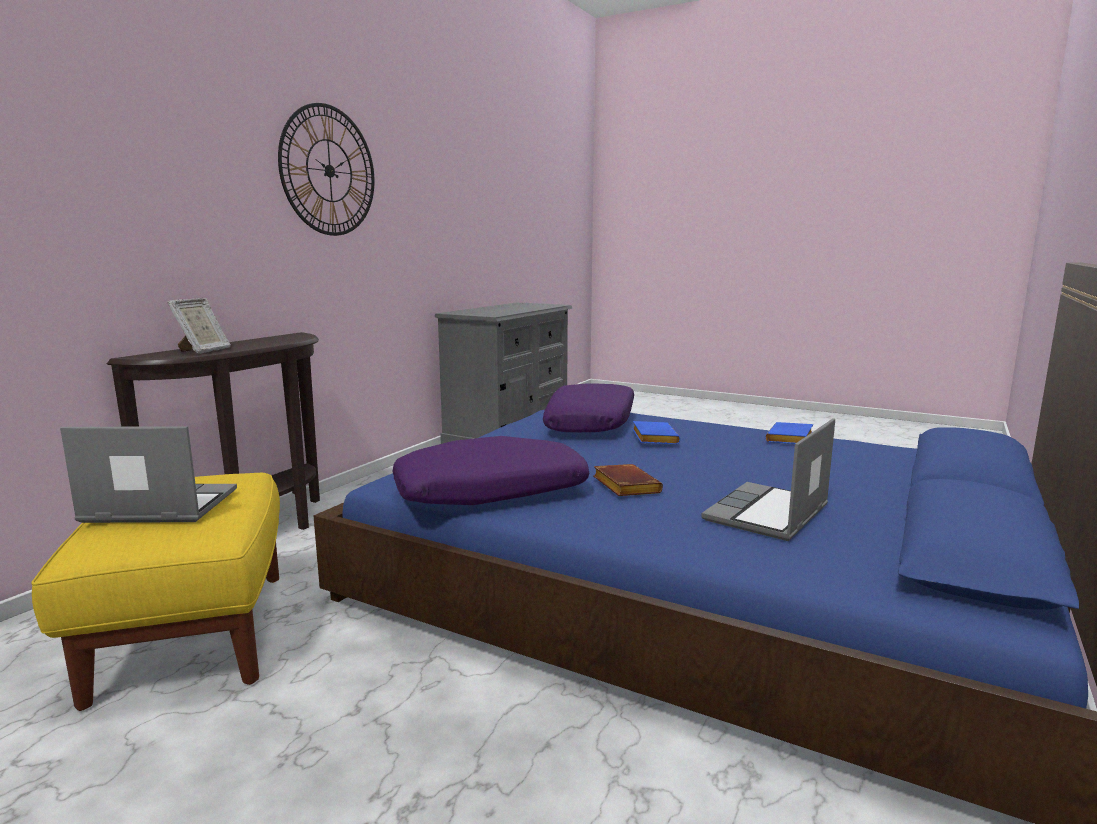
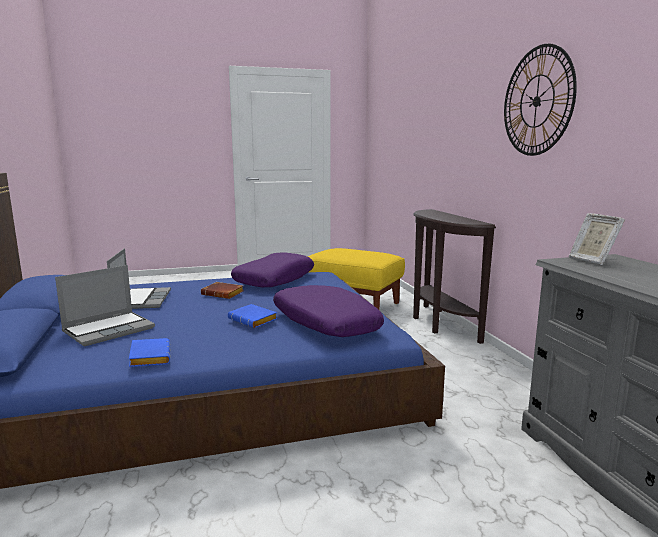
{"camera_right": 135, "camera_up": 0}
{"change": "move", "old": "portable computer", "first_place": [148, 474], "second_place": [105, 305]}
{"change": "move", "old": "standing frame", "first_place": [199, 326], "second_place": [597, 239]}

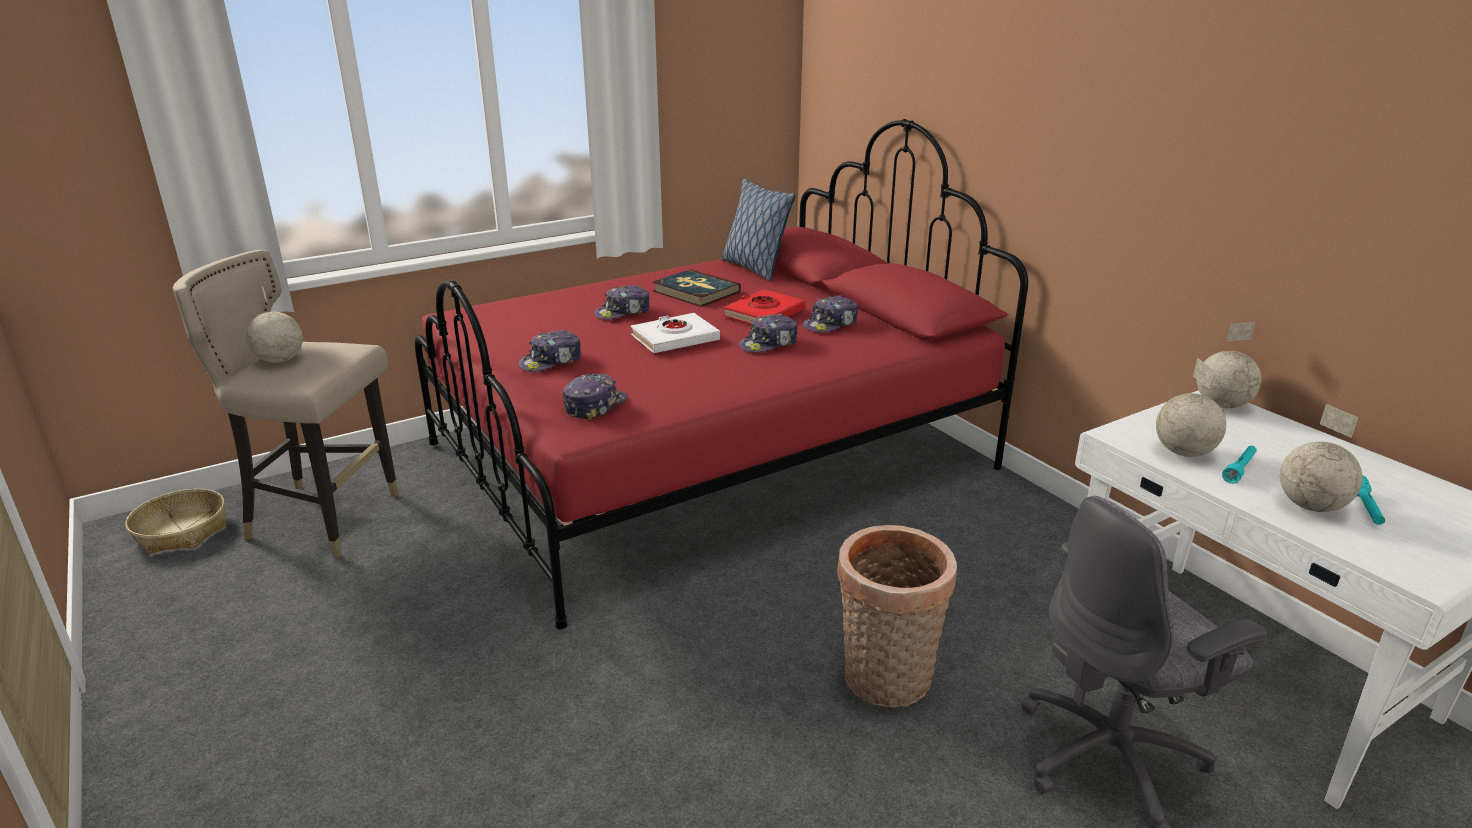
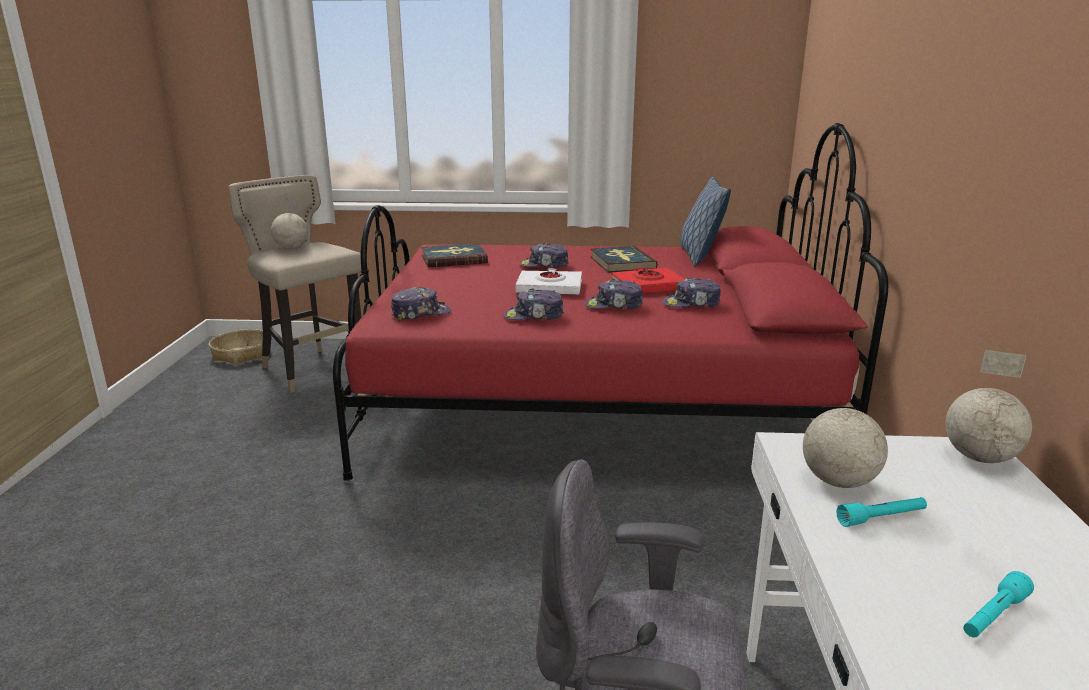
{"camera_right": 35, "camera_up": -5}
{"change": "move", "old": "baseball cap", "first_place": [549, 351], "second_place": [534, 304]}
{"change": "delete", "old": "household basket", "first_place": [897, 616]}
{"change": "delete", "old": "desk globe", "first_place": [1321, 458]}
{"change": "insert", "new": "bound book", "second_place": [454, 255]}

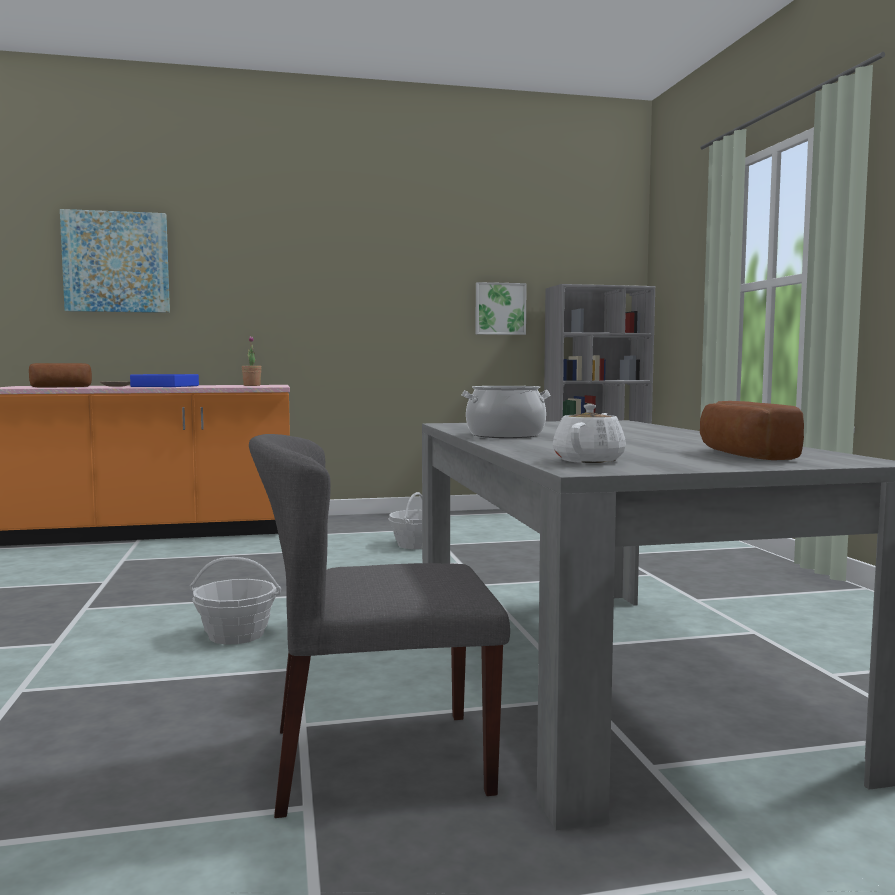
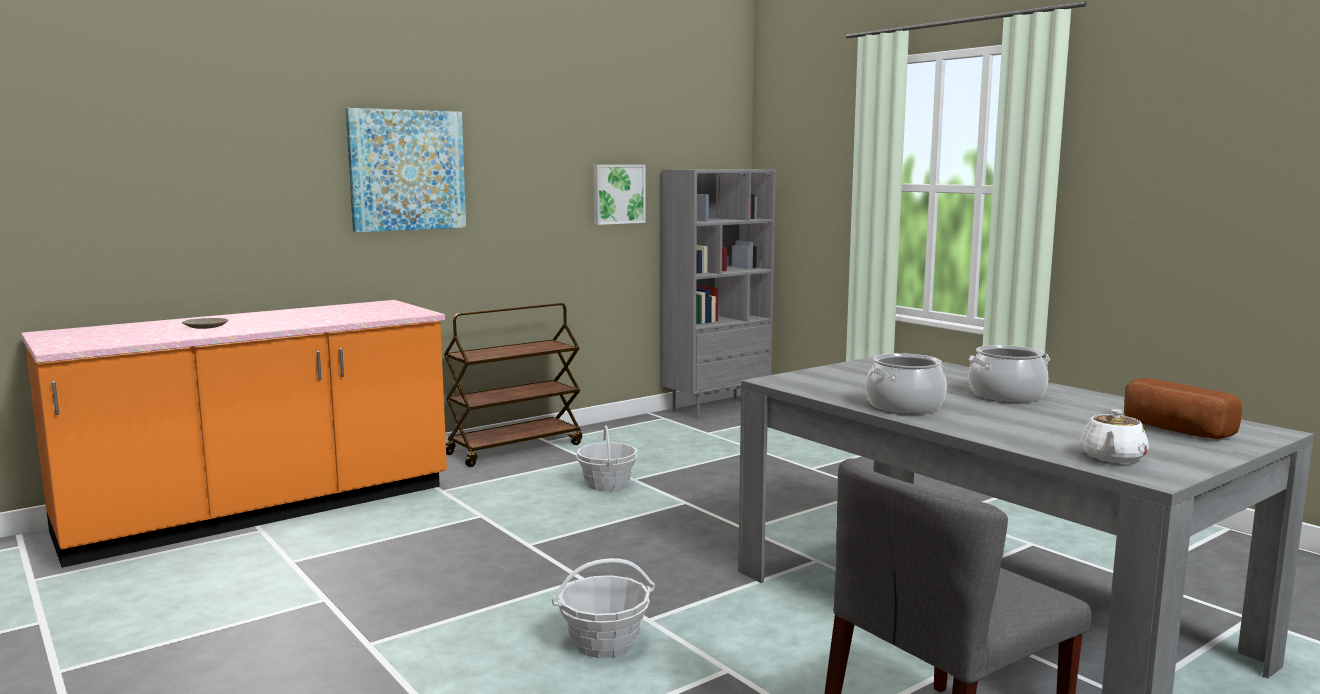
{"camera_right": -25, "camera_up": 5}
{"change": "delete", "old": "bakery bread", "first_place": [60, 375]}
{"change": "move", "old": "wall art", "first_place": [115, 261], "second_place": [406, 170]}
{"change": "delete", "old": "blue serving tray", "first_place": [164, 380]}
{"change": "delete", "old": "potted plant", "first_place": [251, 361]}
{"change": "rotate", "old": "white-coloured teapot", "first_place": [589, 433], "second_place": [1114, 436], "degrees": -150}
{"change": "insert", "new": "brownish trolley", "second_place": [513, 385]}
{"change": "insert", "new": "cooking pot", "second_place": [1009, 374]}

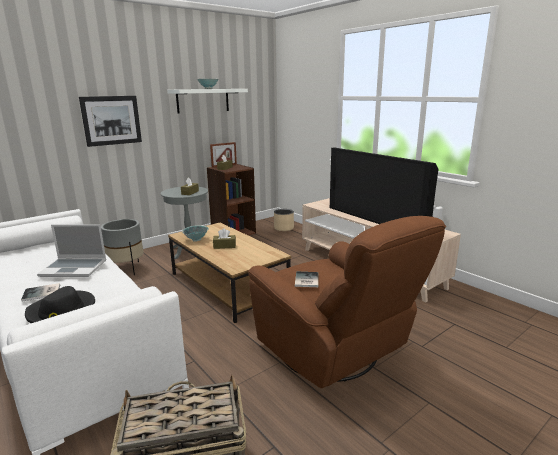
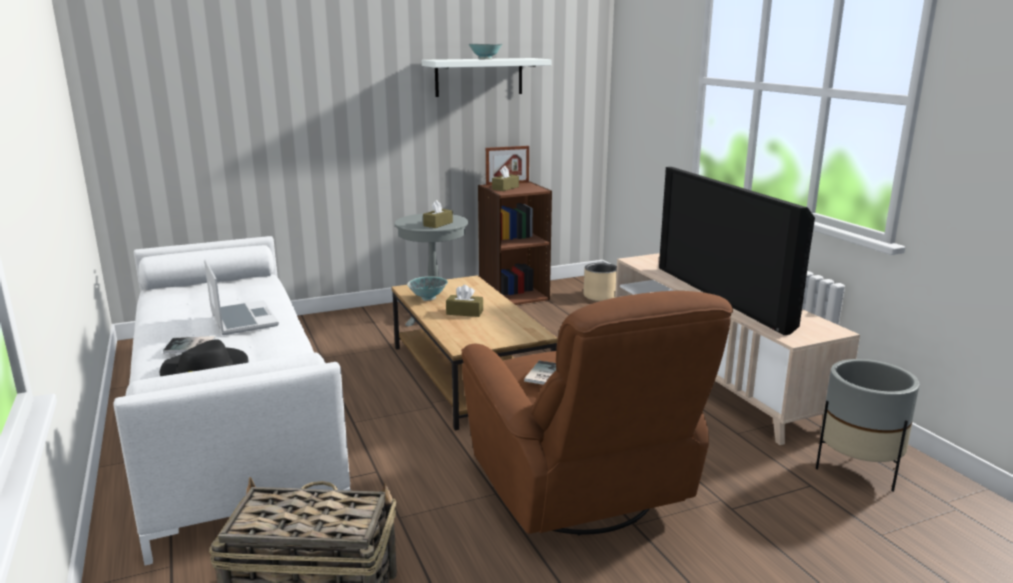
{"camera_right": 15, "camera_up": 0}
{"change": "rotate", "old": "portable computer", "first_place": [72, 251], "second_place": [241, 297], "degrees": -135}
{"change": "delete", "old": "wall art", "first_place": [110, 121]}
{"change": "move", "old": "gray plant pot", "first_place": [122, 247], "second_place": [868, 425]}

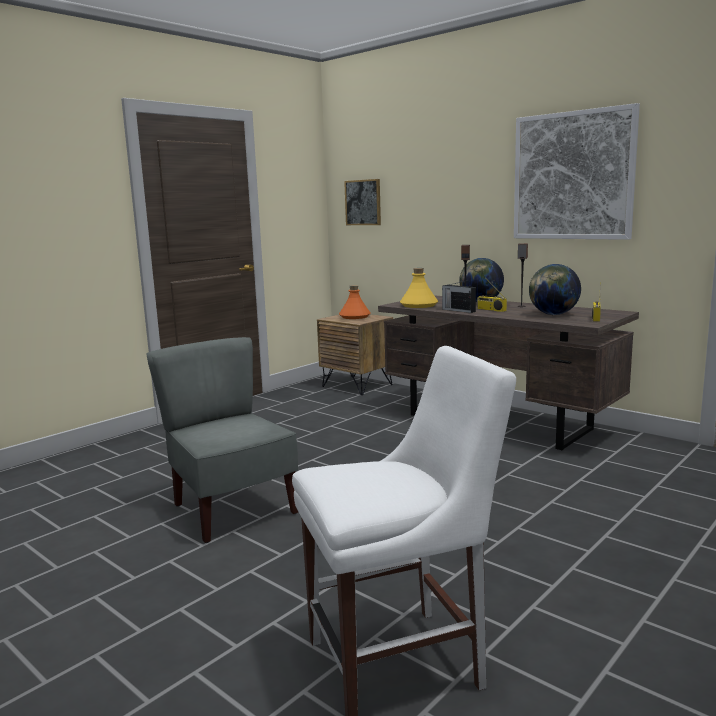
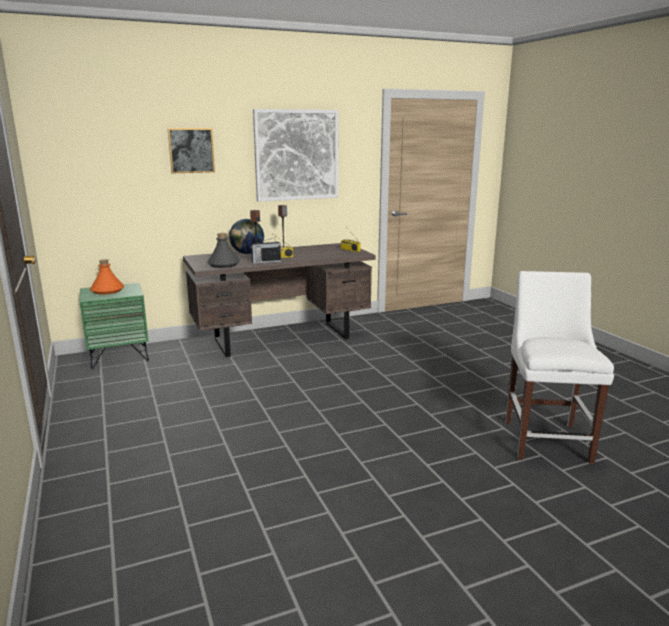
{"camera_right": -65, "camera_up": 5}
{"change": "delete", "old": "gray plain chair", "first_place": [222, 440]}
{"change": "recolor", "old": "brownish night table", "new": "green-coloured night table", "first_place": [355, 354], "second_place": [114, 326]}
{"change": "move", "old": "wall art", "first_place": [362, 202], "second_place": [191, 151]}
{"change": "recolor", "old": "yellow-coloured bottle", "new": "gray bottle", "first_place": [419, 288], "second_place": [223, 250]}
{"change": "delete", "old": "desk globe", "first_place": [555, 289]}

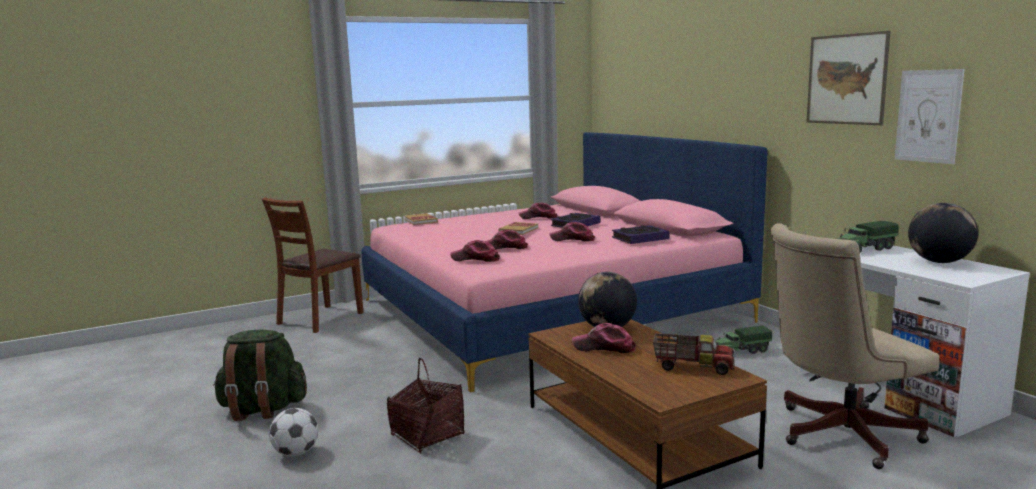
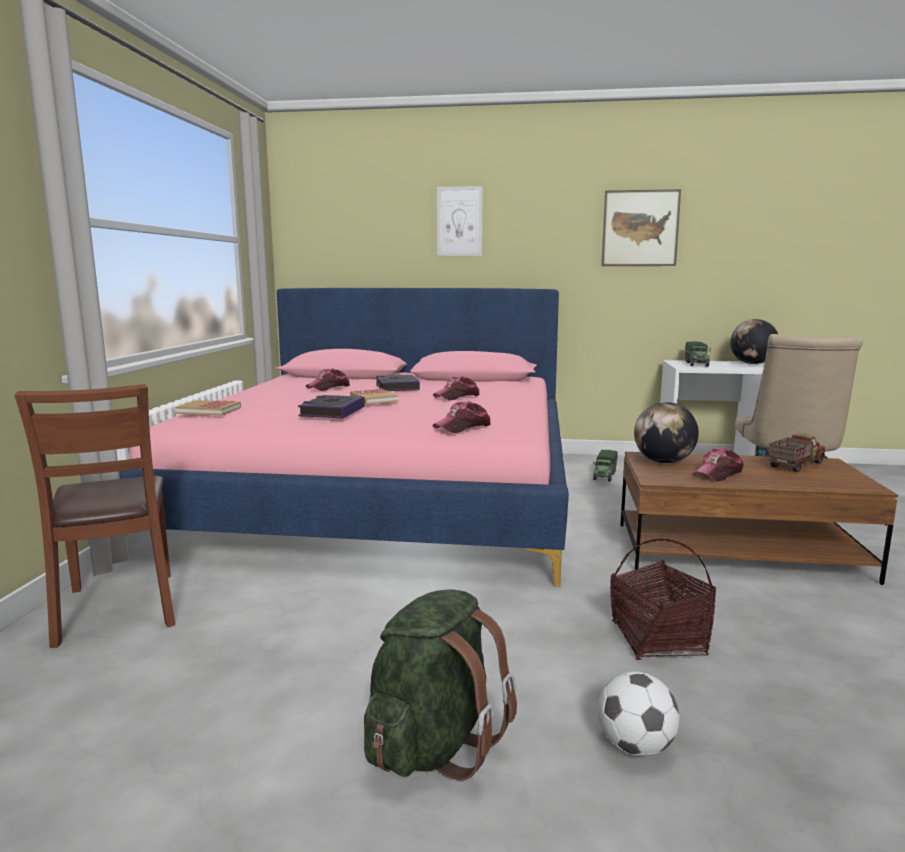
{"camera_right": -55, "camera_up": 0}
{"change": "delete", "old": "baseball cap", "first_place": [507, 240]}
{"change": "move", "old": "bound book", "first_place": [641, 234], "second_place": [331, 406]}
{"change": "move", "old": "wall art", "first_place": [930, 116], "second_place": [460, 221]}

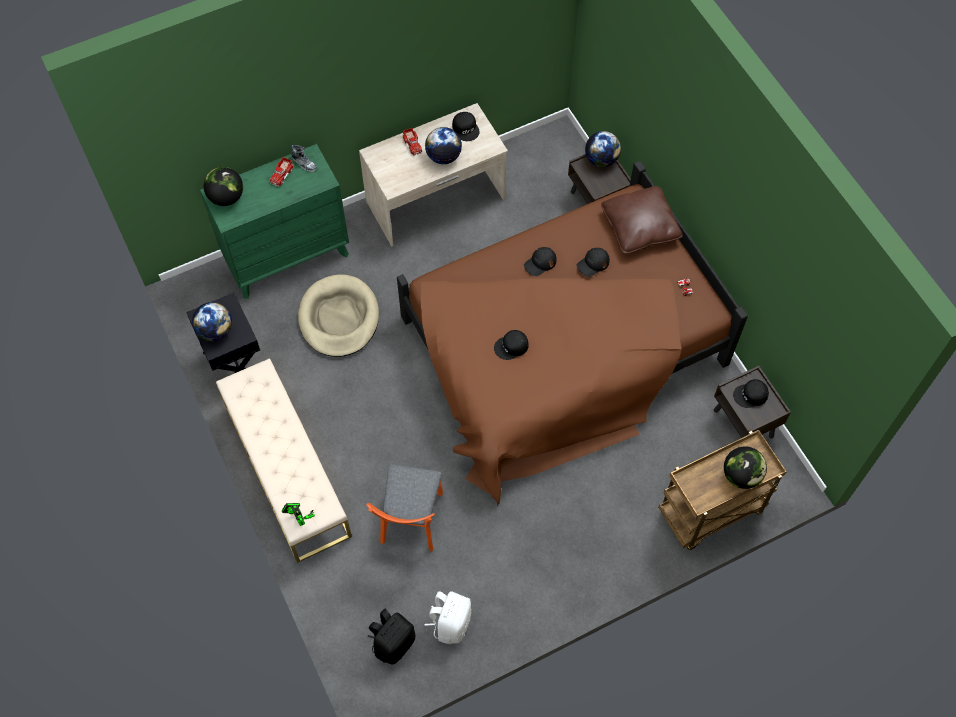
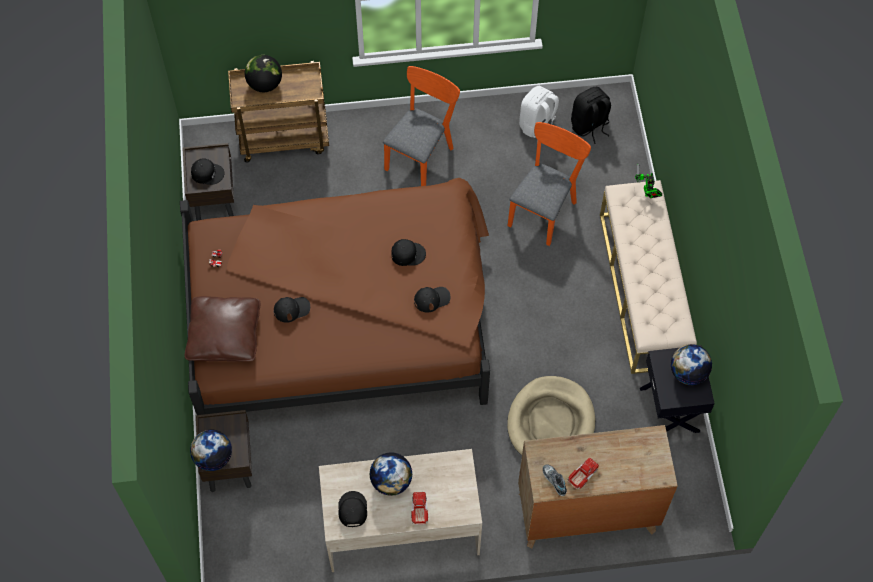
{"camera_right": -160, "camera_up": 0}
{"change": "recolor", "old": "green-coloured drawer chest", "new": "brownish drawer chest", "first_place": [274, 221], "second_place": [598, 486]}
{"change": "delete", "old": "desk globe", "first_place": [223, 186]}
{"change": "move", "old": "blackish baseball cap", "first_place": [540, 261], "second_place": [432, 299]}
{"change": "insert", "new": "orange-coloured plain chair", "second_place": [421, 126]}

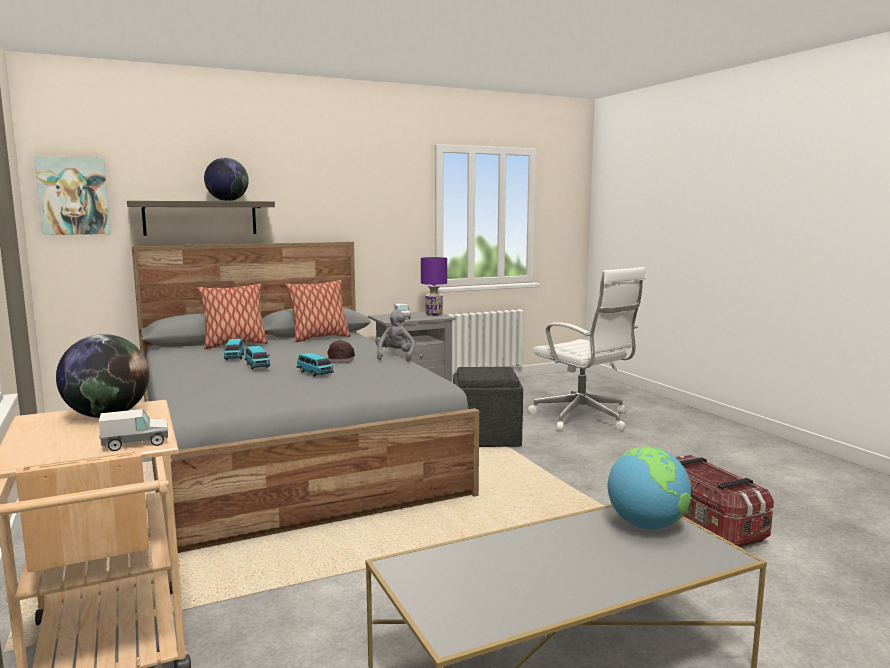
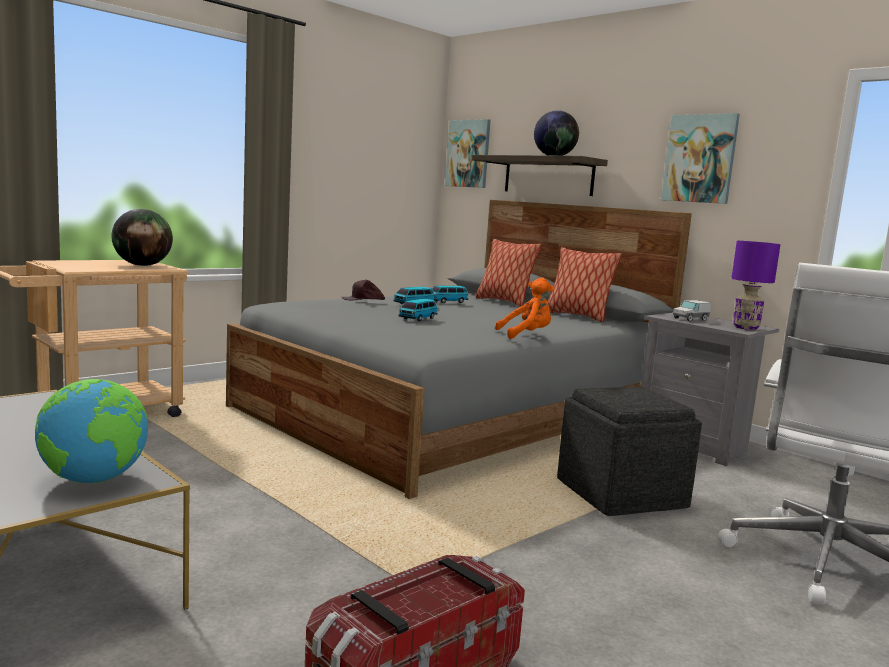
{"camera_right": 70, "camera_up": 0}
{"change": "delete", "old": "toy truck", "first_place": [133, 430]}
{"change": "move", "old": "brownish baseball cap", "first_place": [341, 351], "second_place": [363, 289]}
{"change": "recolor", "old": "gray plush toy", "new": "orange-coloured plush toy", "first_place": [395, 335], "second_place": [524, 308]}
{"change": "insert", "new": "wall art", "second_place": [700, 158]}

